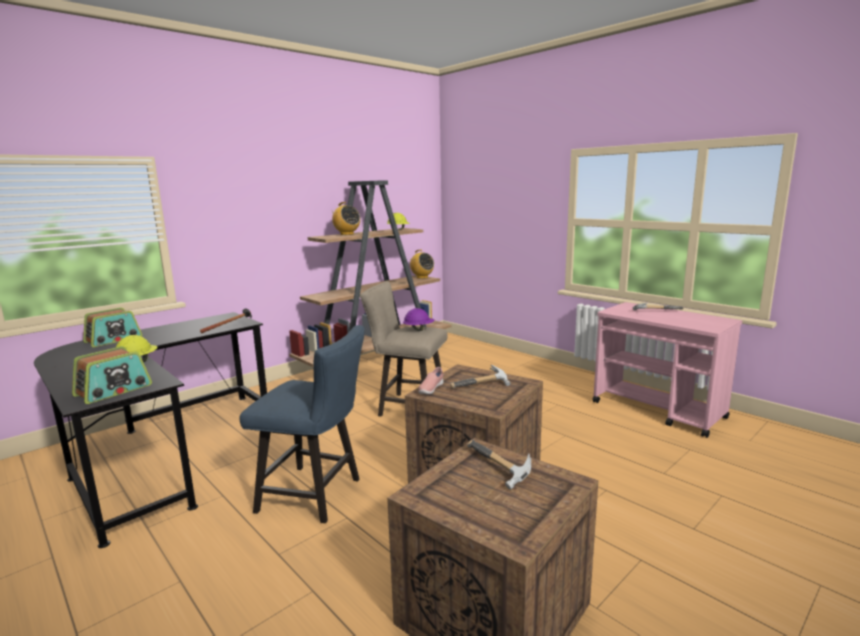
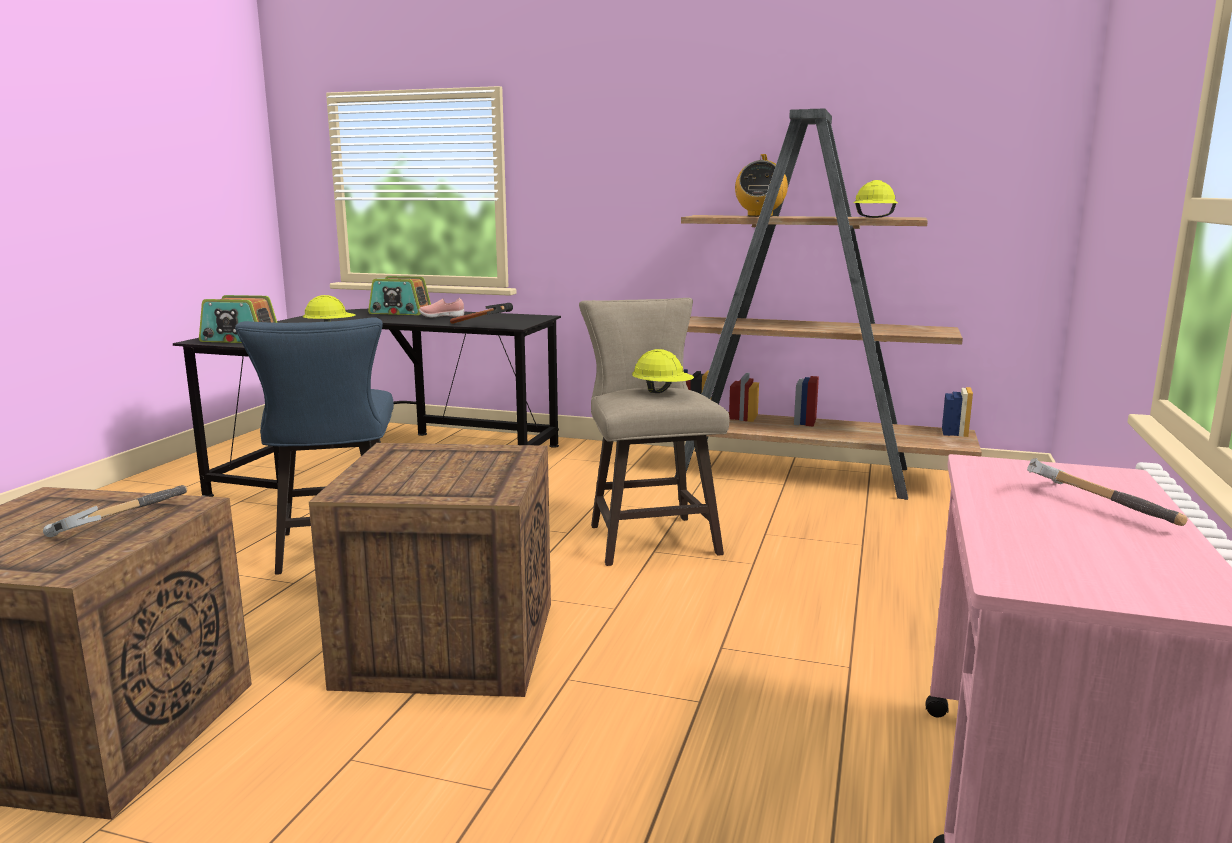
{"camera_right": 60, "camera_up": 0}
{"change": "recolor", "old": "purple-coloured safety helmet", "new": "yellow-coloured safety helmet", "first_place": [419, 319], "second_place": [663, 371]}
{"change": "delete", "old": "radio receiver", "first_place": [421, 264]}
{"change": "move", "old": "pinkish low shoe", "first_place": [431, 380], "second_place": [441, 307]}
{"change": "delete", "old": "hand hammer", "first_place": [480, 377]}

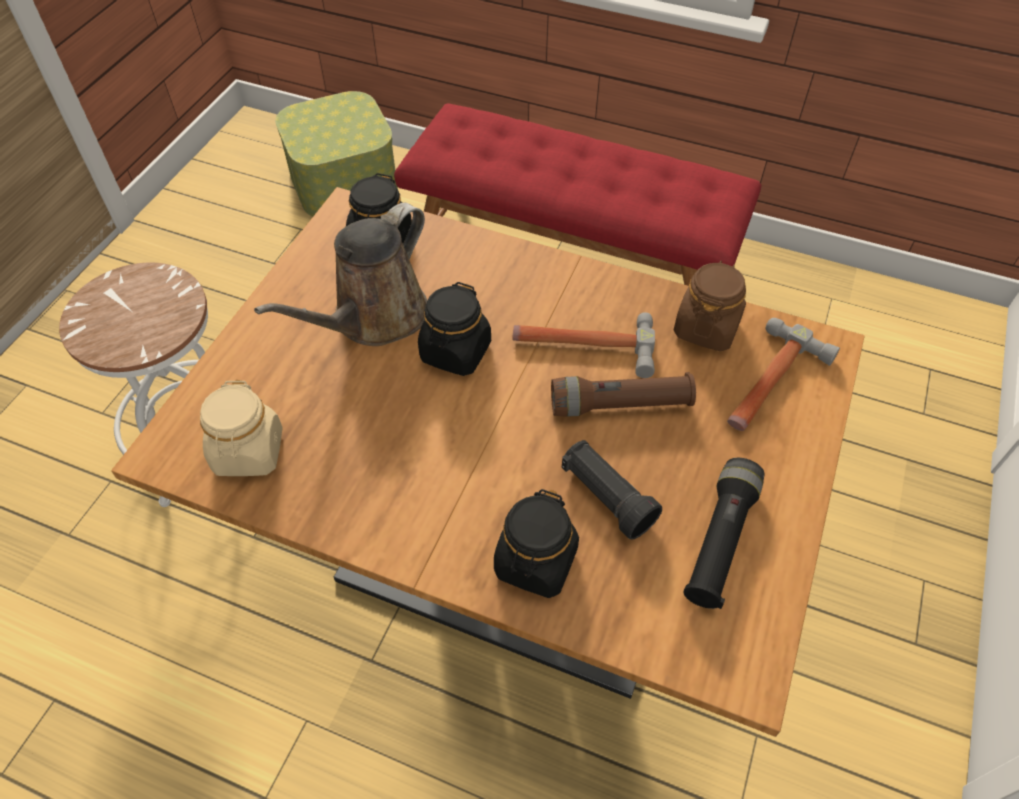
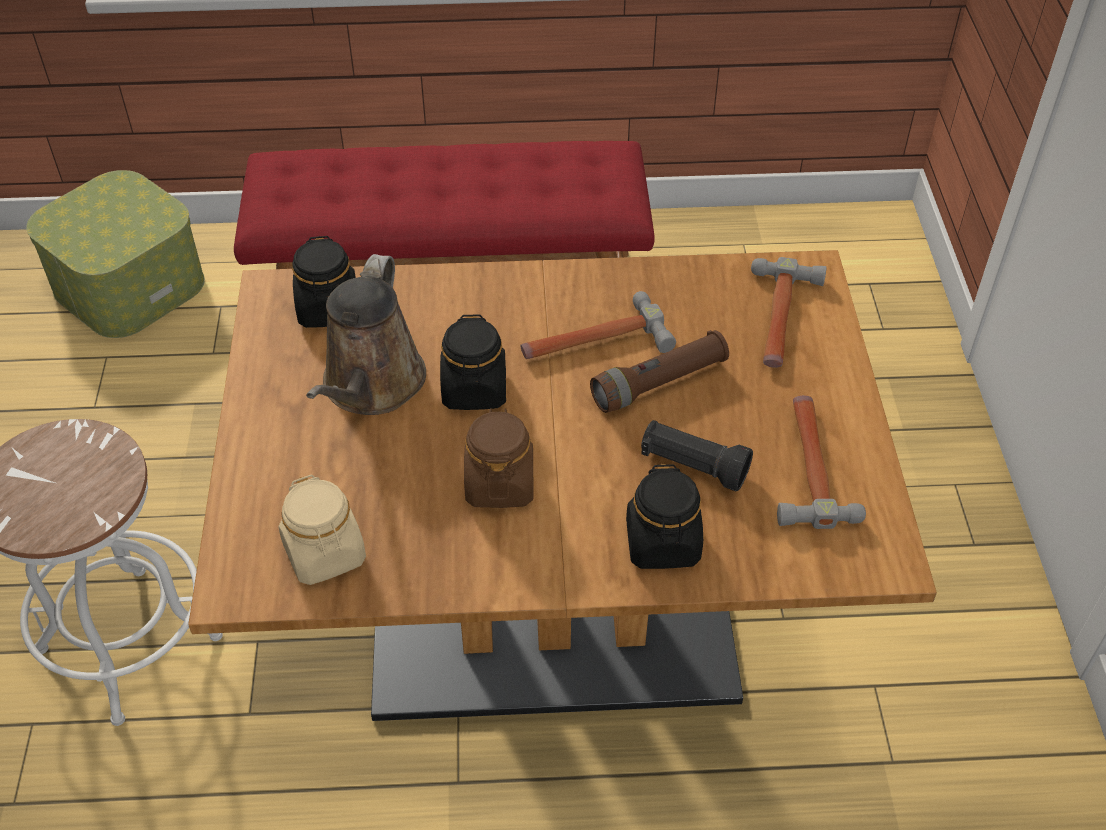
{"camera_right": -25, "camera_up": -5}
{"change": "move", "old": "brownish storage jar", "first_place": [710, 306], "second_place": [499, 458]}
{"change": "replace", "old": "blackish hand torch", "new": "hand hammer", "first_place": [724, 533], "second_place": [821, 462]}

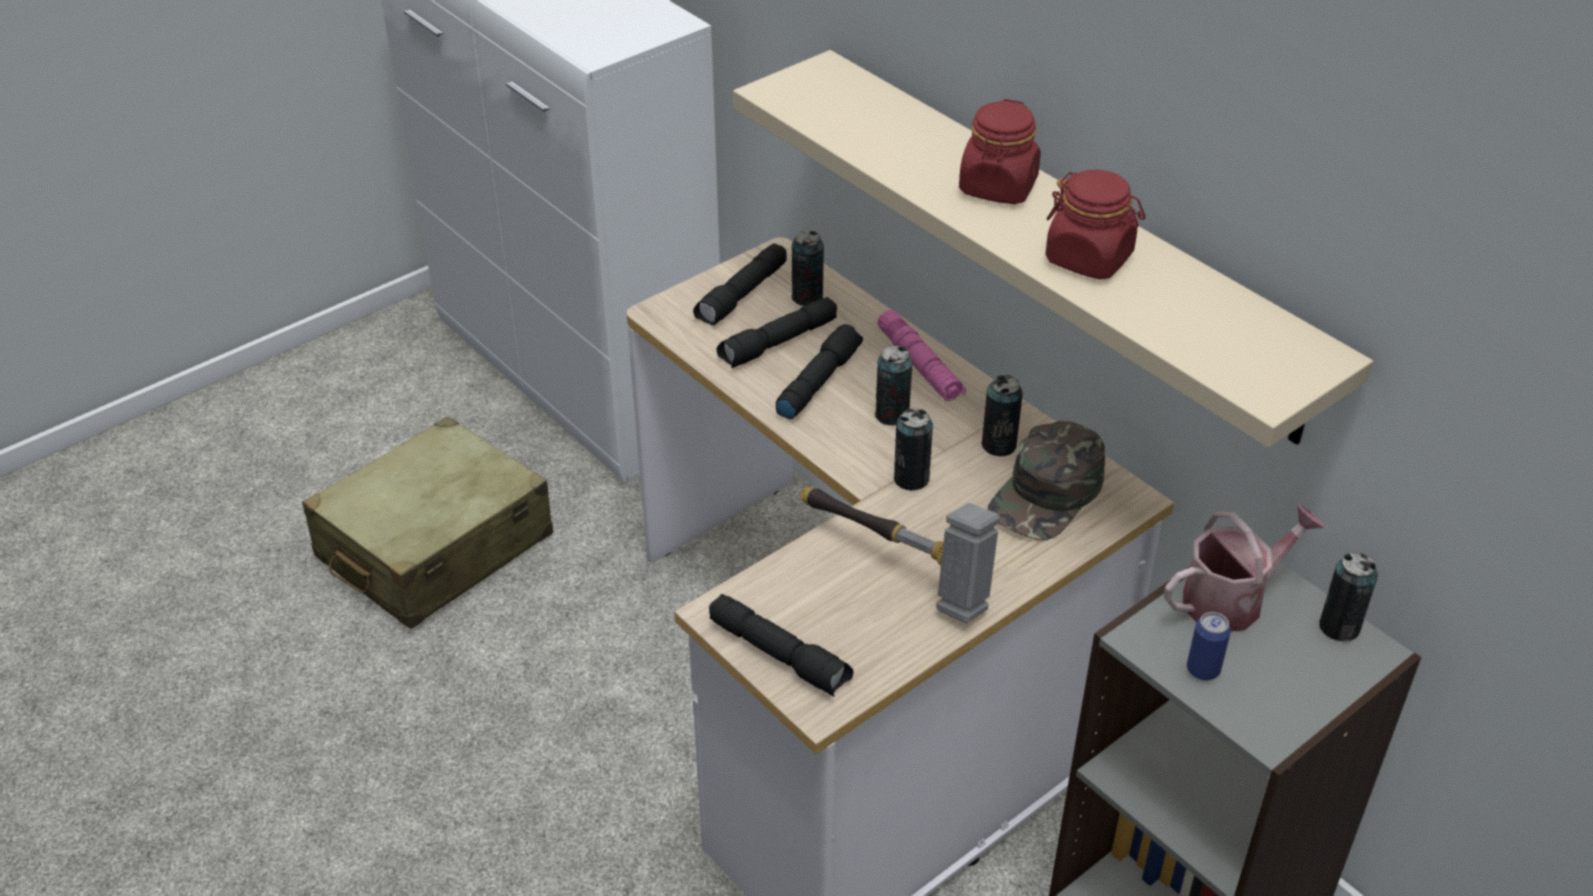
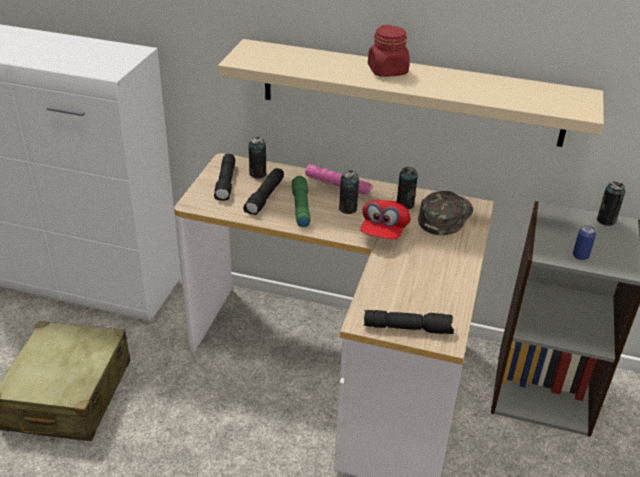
{"camera_right": -35, "camera_up": -5}
{"change": "recolor", "old": "blackish hand torch", "new": "green-coloured hand torch", "first_place": [819, 371], "second_place": [301, 201]}
{"change": "delete", "old": "hand hammer", "first_place": [900, 555]}
{"change": "replace", "old": "can", "new": "reddish baseball cap", "first_place": [913, 449], "second_place": [385, 219]}
{"change": "rotate", "old": "green-coloured baseball cap", "first_place": [1046, 480], "second_place": [445, 213], "degrees": -150}
{"change": "delete", "old": "reddish storage jar", "first_place": [1095, 224]}
{"change": "delete", "old": "sprinkling can", "first_place": [1244, 568]}

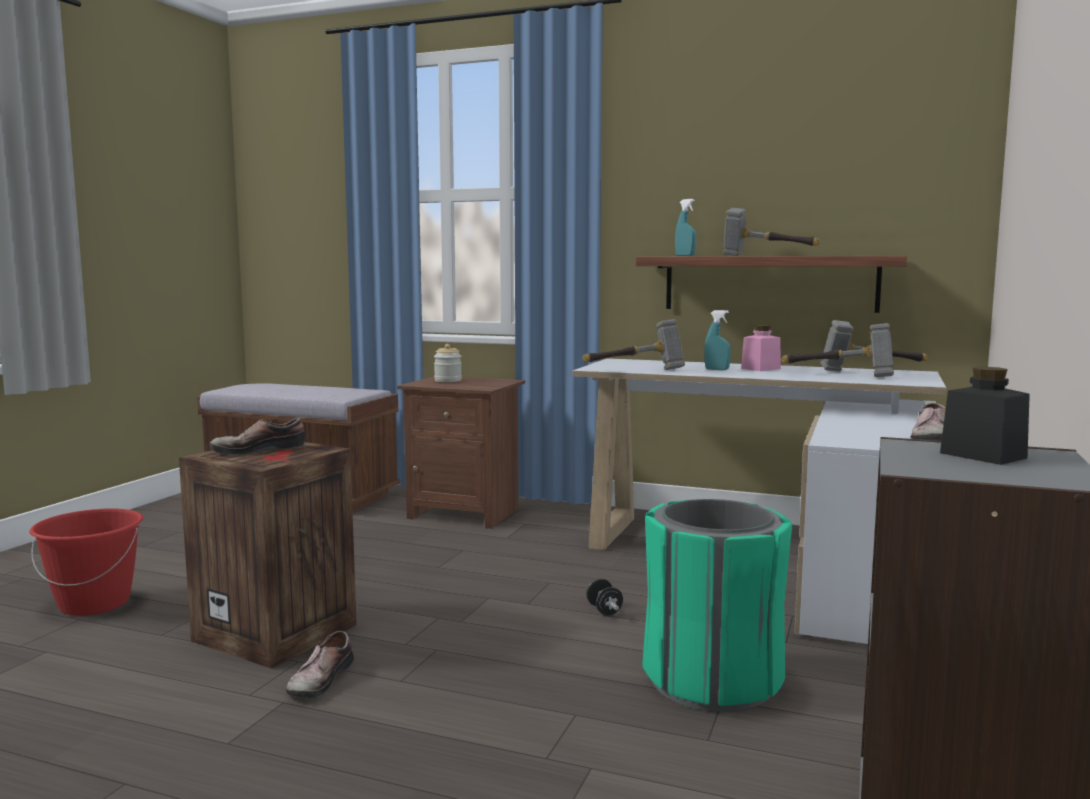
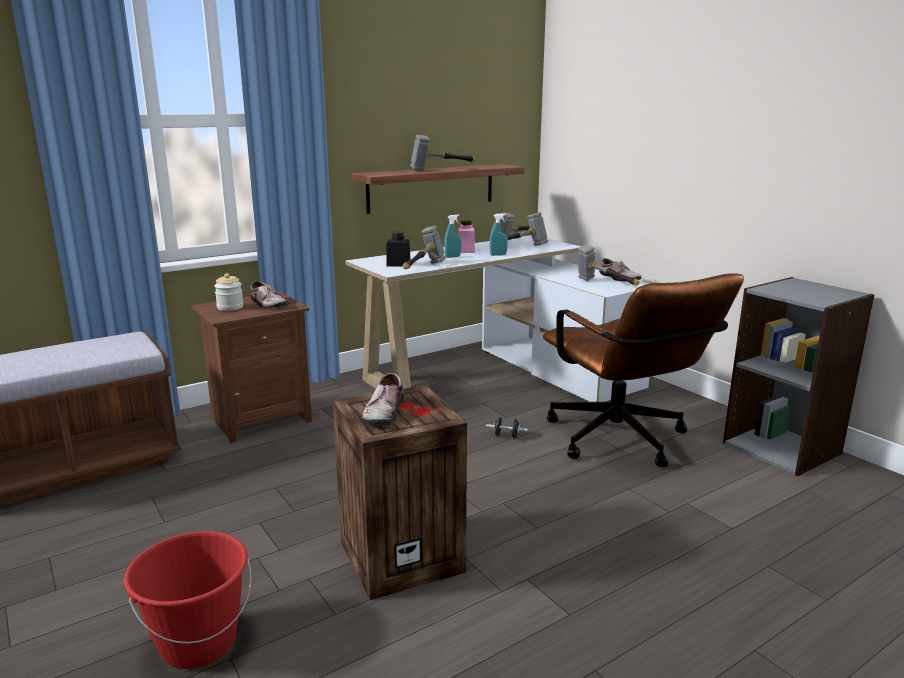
{"camera_right": -55, "camera_up": 10}
{"change": "move", "old": "low shoe", "first_place": [320, 664], "second_place": [269, 294]}
{"change": "replace", "old": "green-coloured waste bin", "new": "brownish desk chair", "first_place": [717, 605], "second_place": [643, 370]}
{"change": "move", "old": "turquoise-coloured spray bottle", "first_place": [685, 227], "second_place": [498, 234]}
{"change": "move", "old": "blackish storage jar", "first_place": [985, 416], "second_place": [398, 249]}
{"change": "insert", "new": "hand hammer", "second_place": [609, 264]}

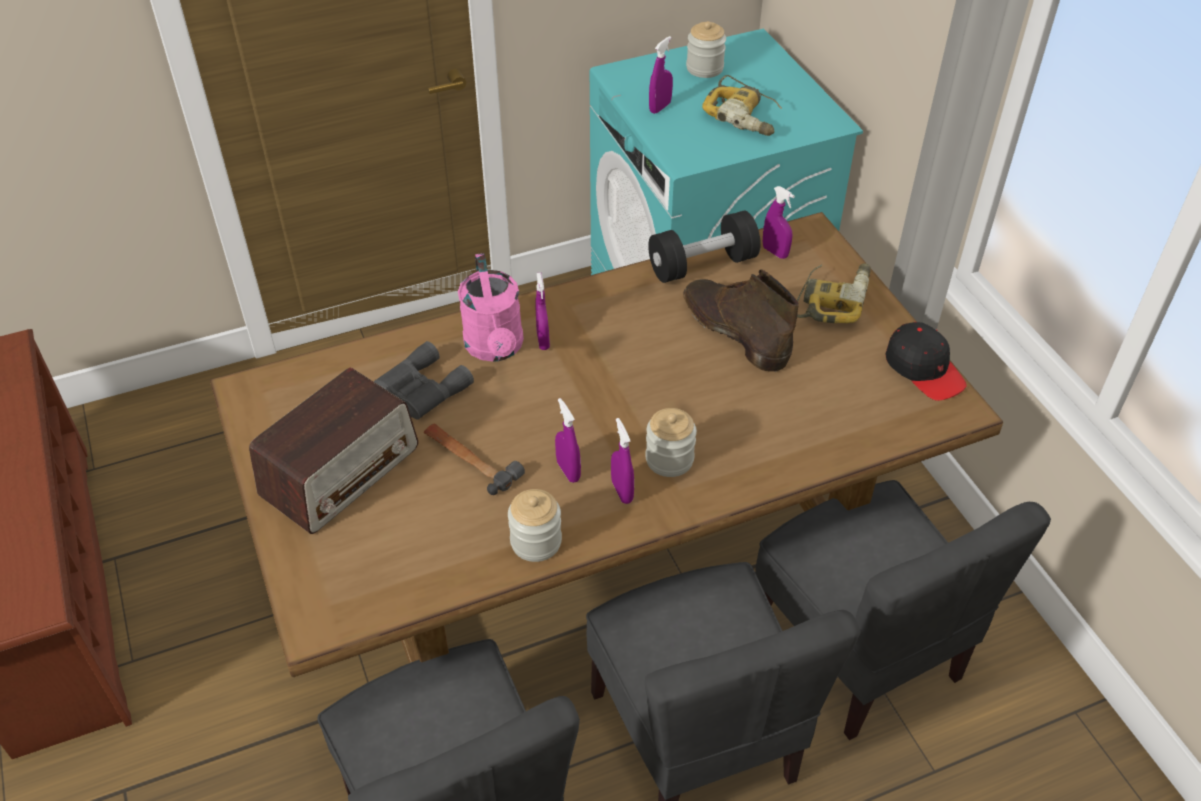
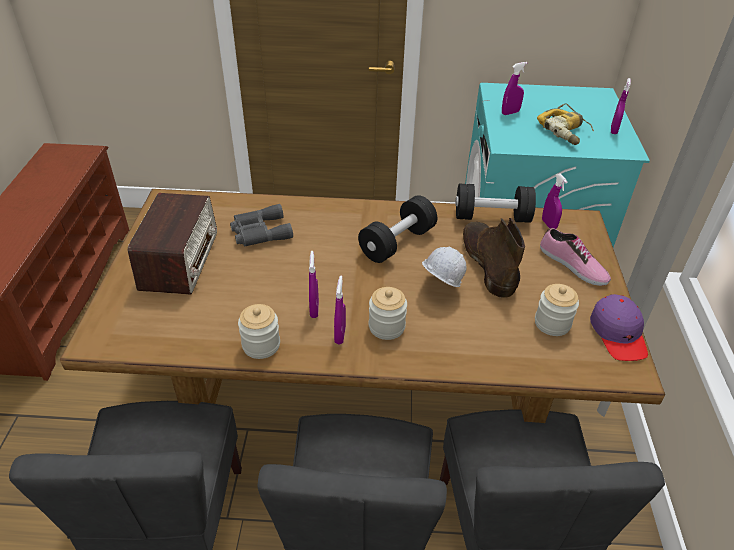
{"camera_right": 25, "camera_up": -5}
{"change": "rotate", "old": "radio receiver", "first_place": [333, 451], "second_place": [172, 244], "degrees": -60}
{"change": "delete", "old": "hand hammer", "first_place": [474, 459]}
{"change": "delete", "old": "pinkish sprinkling can", "first_place": [491, 307]}
{"change": "move", "old": "purple-coloured spray bottle", "first_place": [542, 311], "second_place": [621, 106]}
{"change": "move", "old": "storage jar", "first_place": [706, 49], "second_place": [557, 310]}
{"change": "replace", "old": "drill", "new": "low shoe", "first_place": [834, 293], "second_place": [575, 257]}
{"change": "recolor", "old": "blackish baseball cap", "new": "purple-coloured baseball cap", "first_place": [926, 361], "second_place": [619, 327]}
{"change": "insert", "new": "blackish dumbbell", "second_place": [397, 229]}
{"change": "insert", "new": "white-coloured safety helmet", "second_place": [444, 267]}

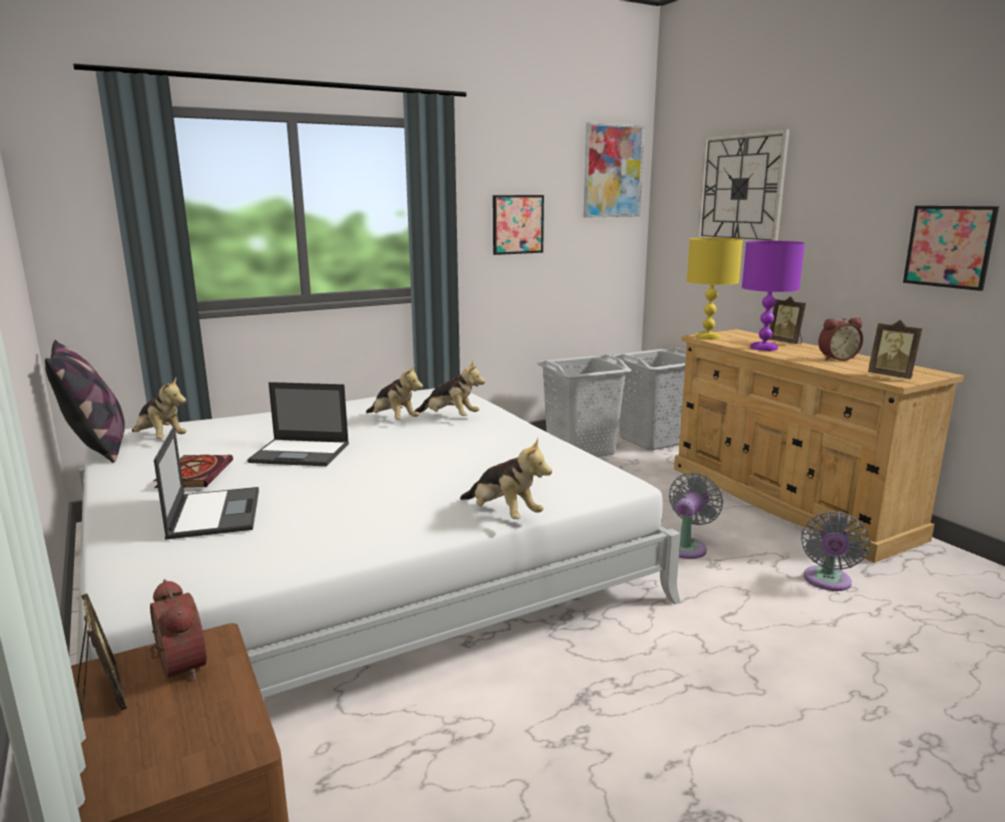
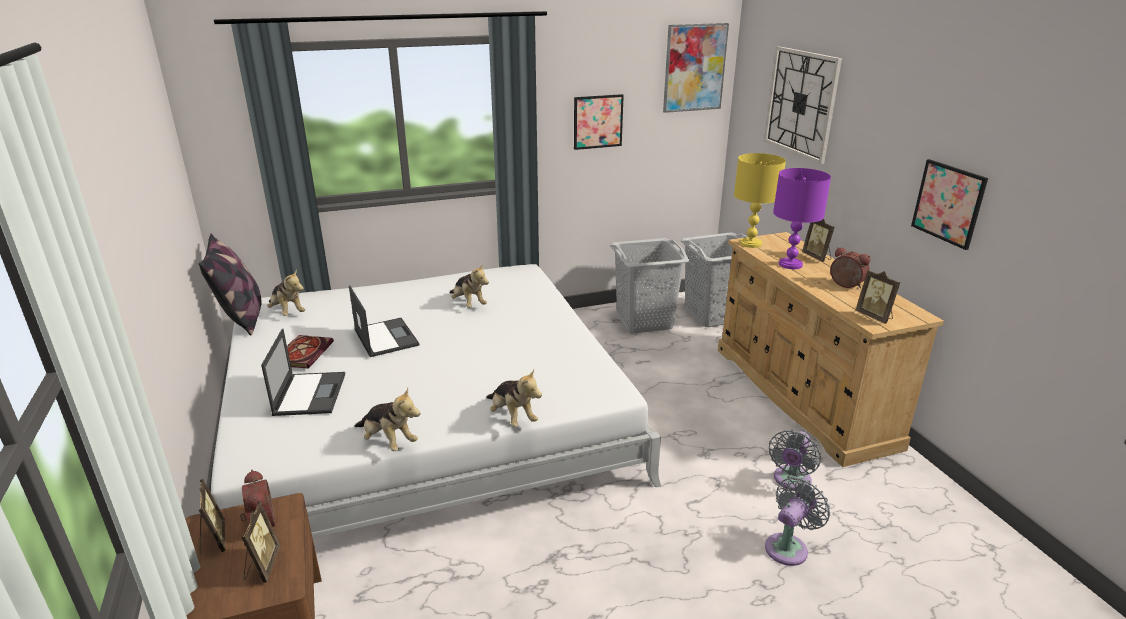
{"camera_right": 10, "camera_up": 10}
{"change": "rotate", "old": "portable computer", "first_place": [298, 424], "second_place": [384, 321], "degrees": -135}
{"change": "move", "old": "plush toy", "first_place": [450, 388], "second_place": [387, 419]}
{"change": "move", "old": "gray fan", "first_place": [696, 515], "second_place": [797, 521]}
{"change": "rotate", "old": "alarm clock", "first_place": [840, 339], "second_place": [850, 267], "degrees": -135}
{"change": "insert", "new": "standing frame", "second_place": [261, 542]}

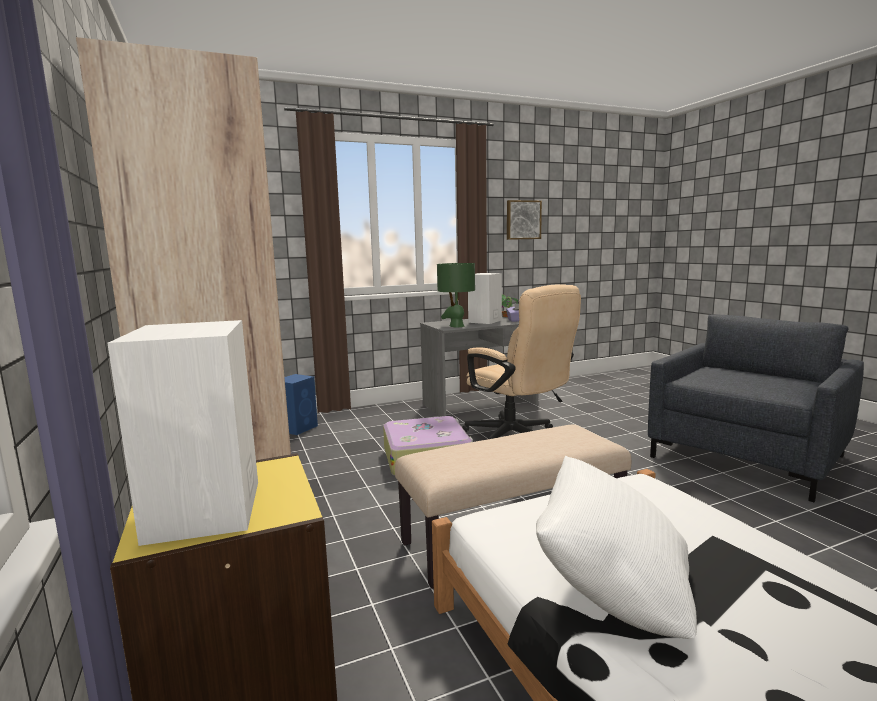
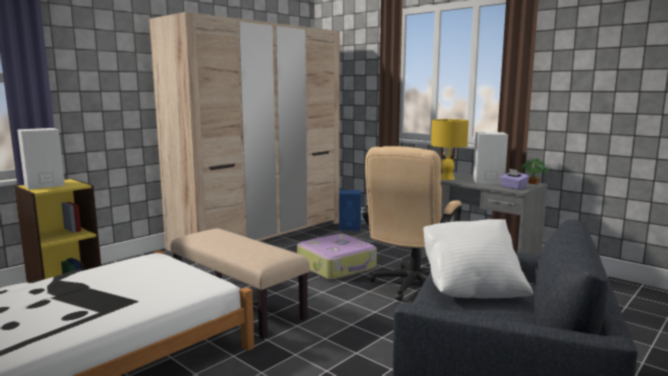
{"camera_right": 65, "camera_up": 0}
{"change": "recolor", "old": "green-coloured tabletop lamp", "new": "yellow-coloured tabletop lamp", "first_place": [456, 295], "second_place": [450, 149]}
{"change": "delete", "old": "wall art", "first_place": [524, 220]}
{"change": "move", "old": "white-coloured throw pillow", "first_place": [616, 547], "second_place": [478, 258]}

